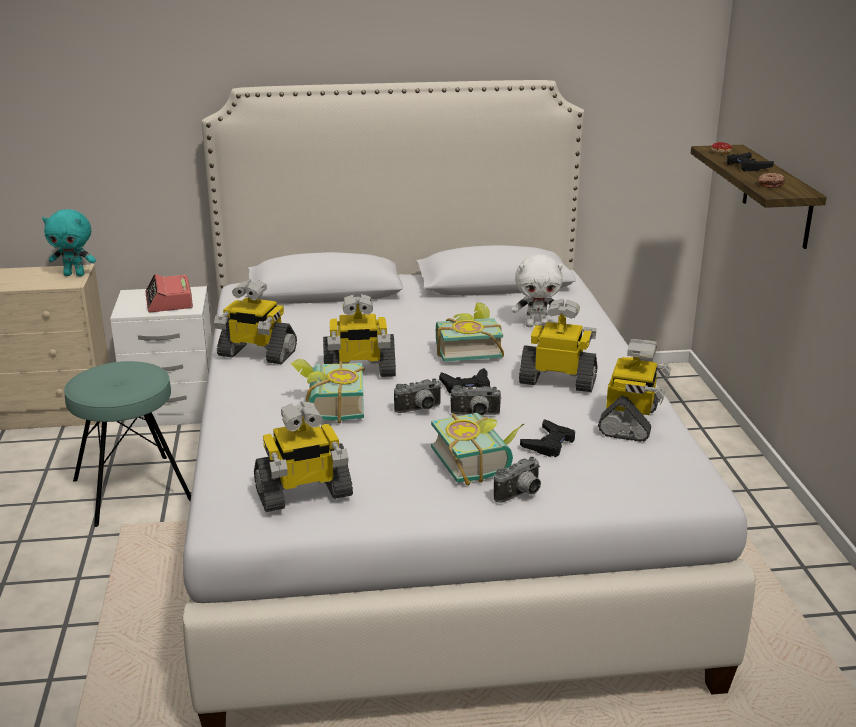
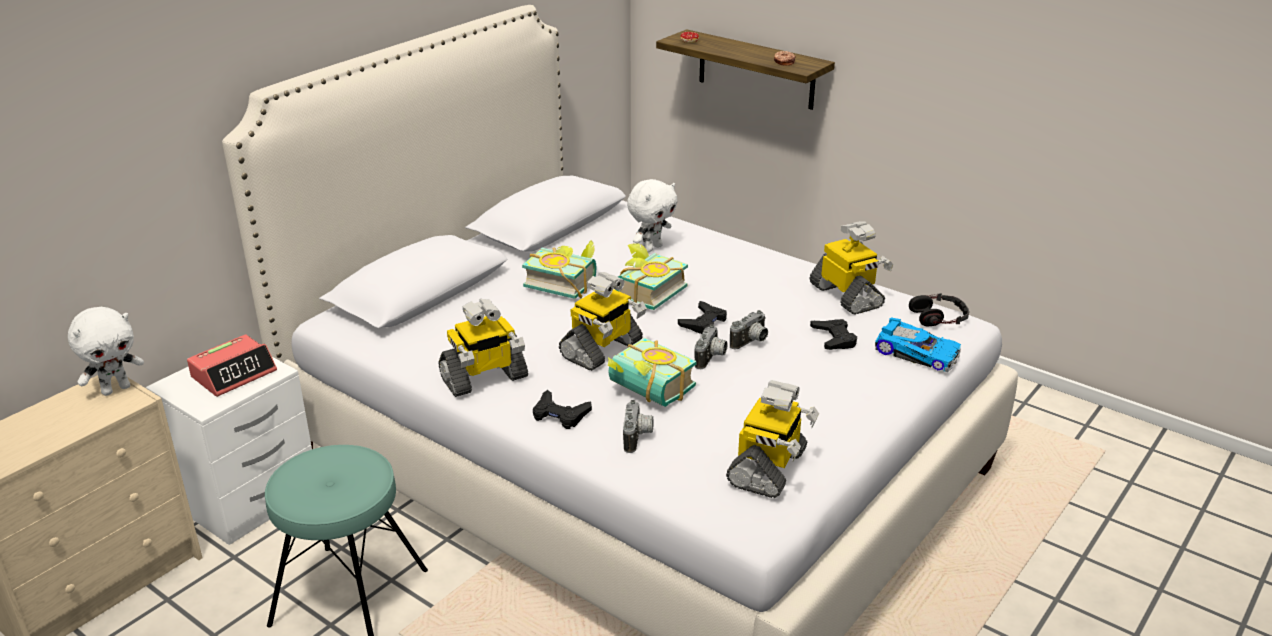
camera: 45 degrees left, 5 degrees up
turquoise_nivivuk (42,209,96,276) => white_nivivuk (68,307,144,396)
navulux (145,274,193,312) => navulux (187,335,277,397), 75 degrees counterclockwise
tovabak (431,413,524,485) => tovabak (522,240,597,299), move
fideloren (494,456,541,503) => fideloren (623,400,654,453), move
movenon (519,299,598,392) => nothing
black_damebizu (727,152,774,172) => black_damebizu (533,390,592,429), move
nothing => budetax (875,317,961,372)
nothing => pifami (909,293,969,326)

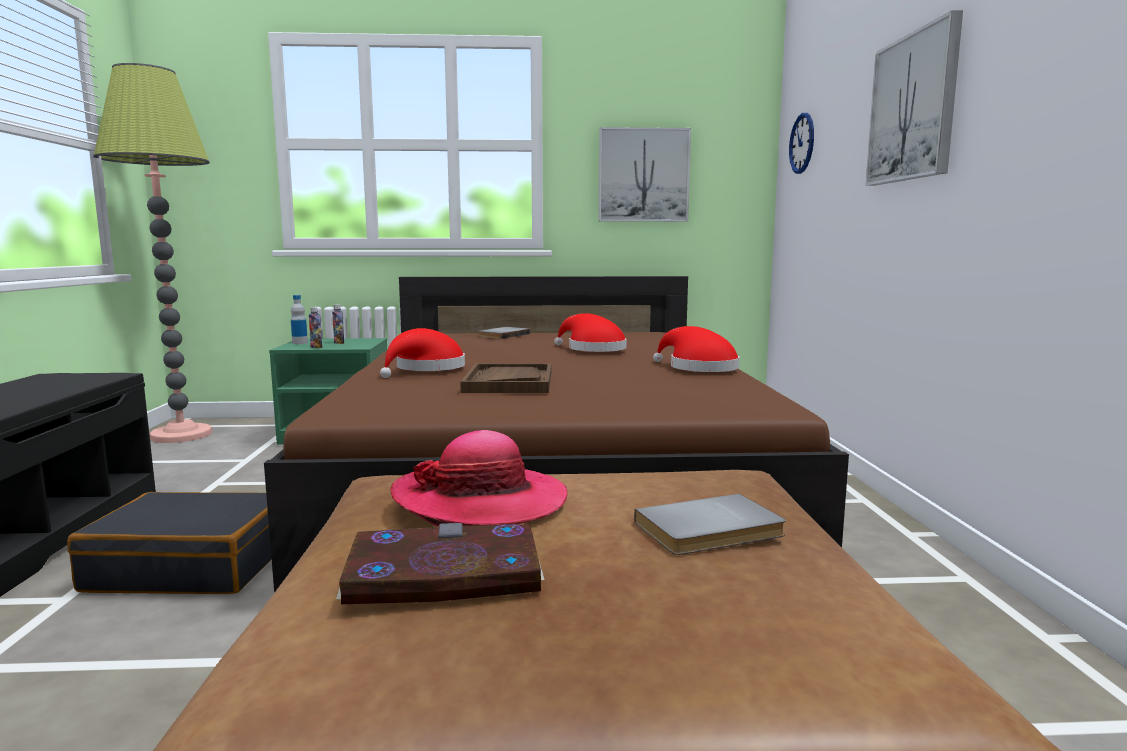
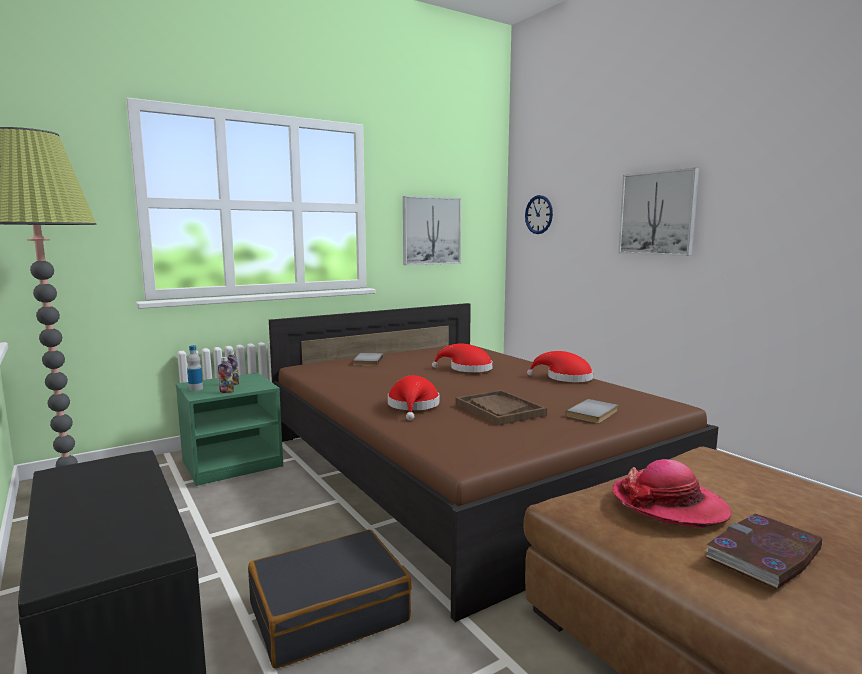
camera: 30 degrees left, 0 degrees up
grey_tovabak (634,494,786,555) => grey_tovabak (565,399,618,423), move

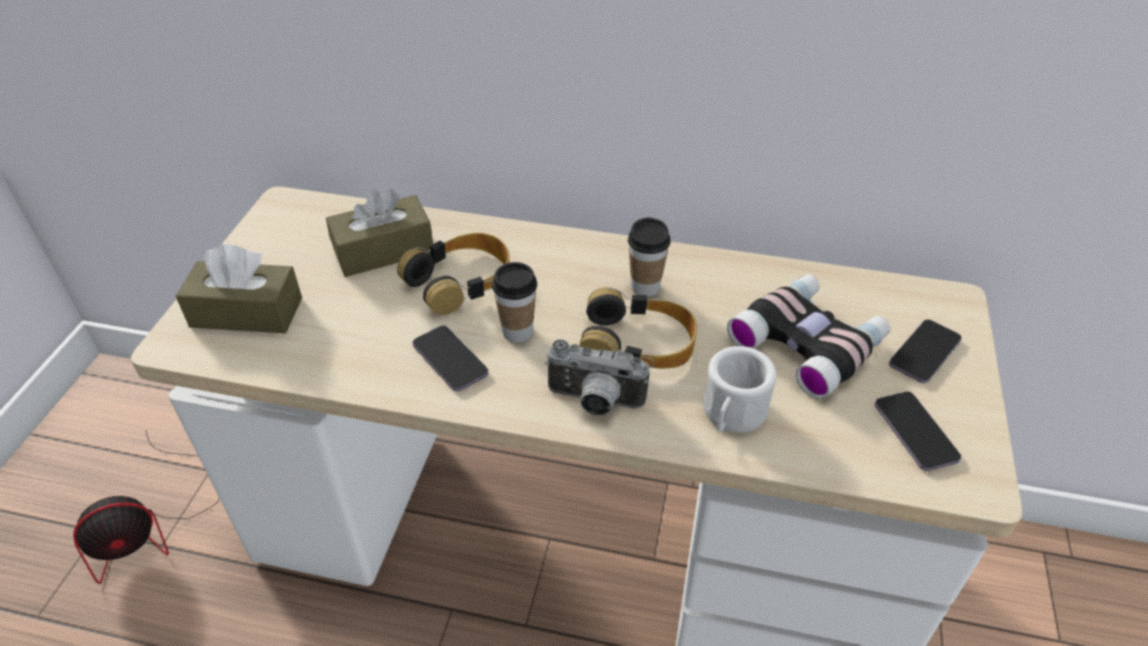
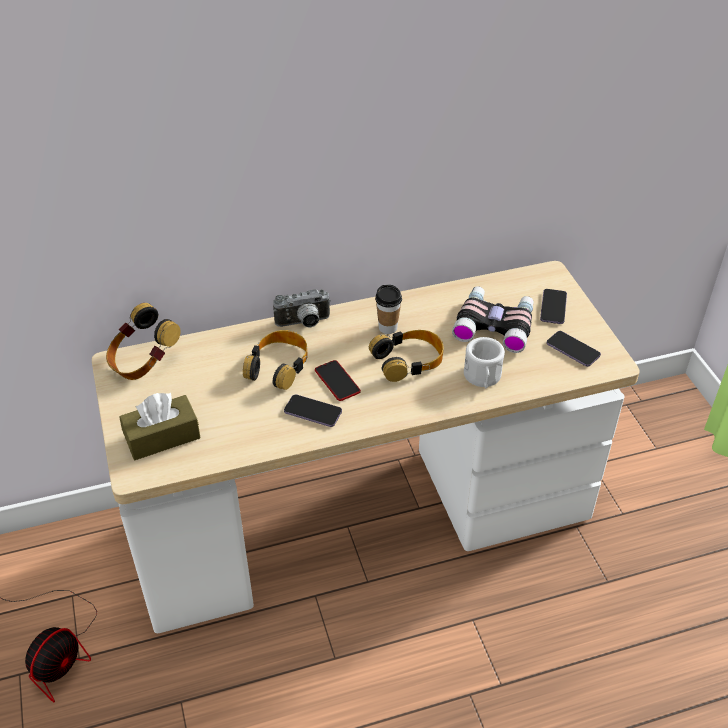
camera: 30 degrees left, 0 degrees up
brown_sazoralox (326,188,433,277) => nothing
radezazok (492,262,537,343) => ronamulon (315,360,361,401)
fideloren (545,340,650,416) => fideloren (273,289,331,327), move
nothing => pifami (106,303,181,380)

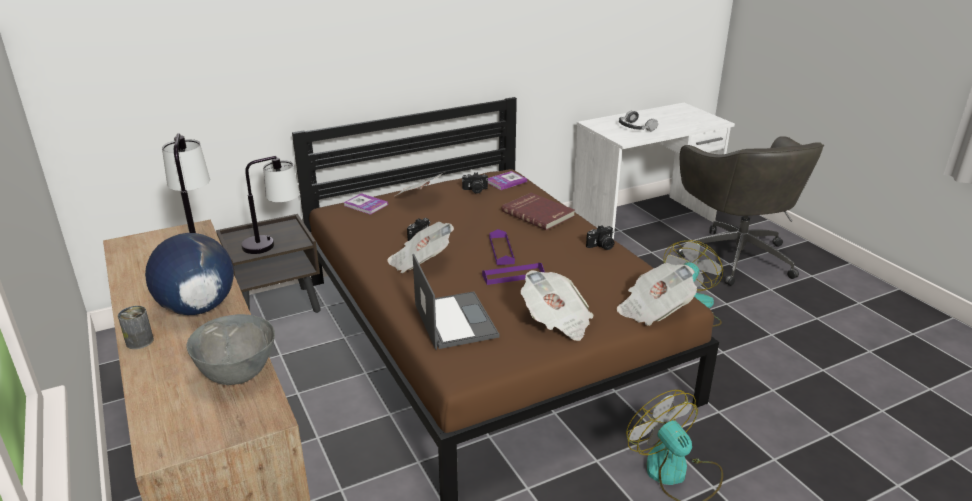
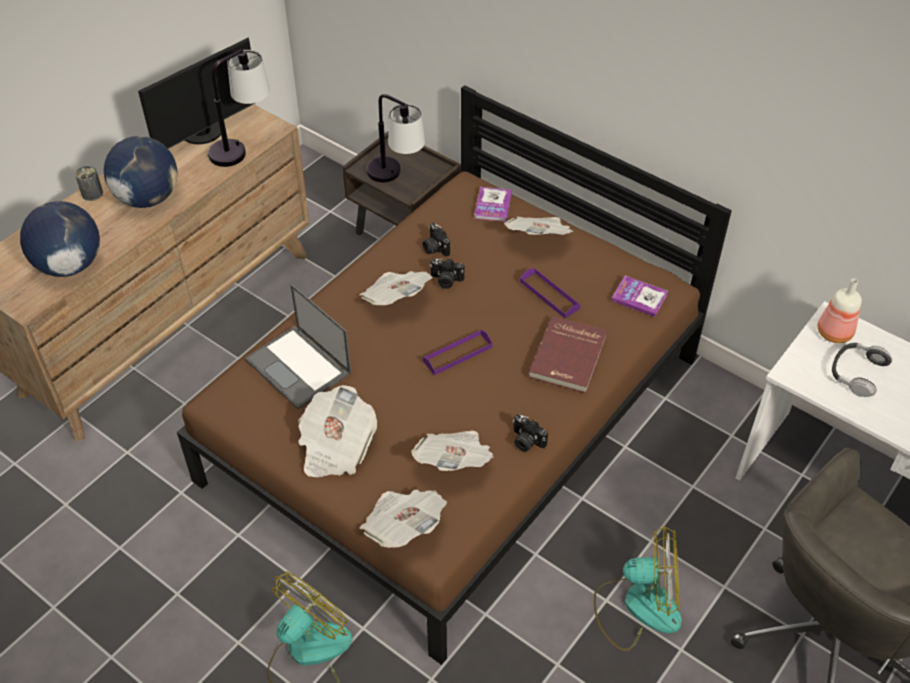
camera: 65 degrees right, 20 degrees up
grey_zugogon (186,314,275,385) => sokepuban (20,201,100,277)
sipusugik (413,254,499,350) => sipusugik (245,284,351,409), 90 degrees clockwise
fideloren (462,172,488,194) => fideloren (423,223,450,257), move
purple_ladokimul (482,262,545,285) => purple_ladokimul (520,268,580,318), move
nothing => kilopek (138,37,255,149)
nothing => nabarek (411,431,494,471)
nothing => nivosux (818,279,862,343)

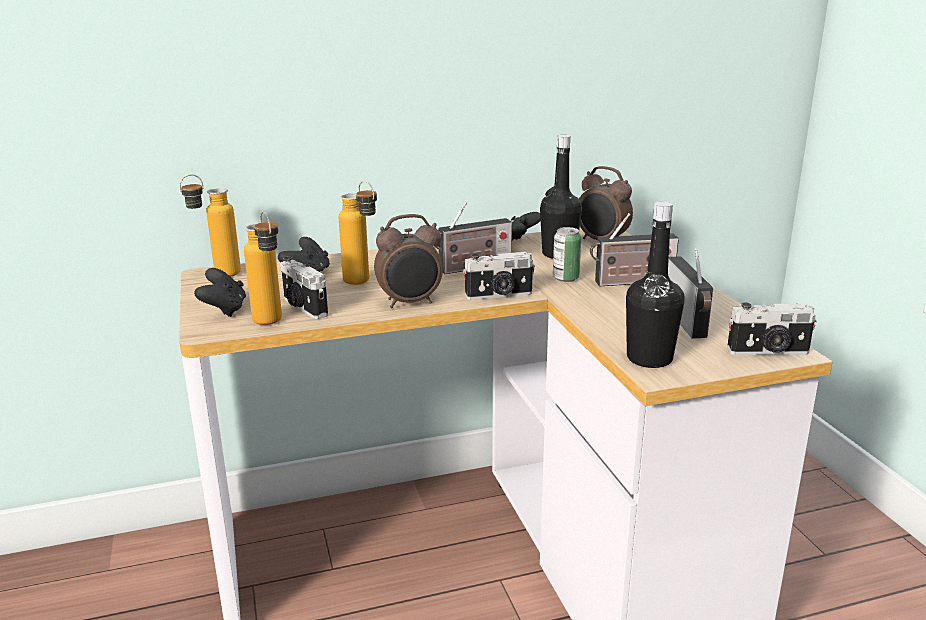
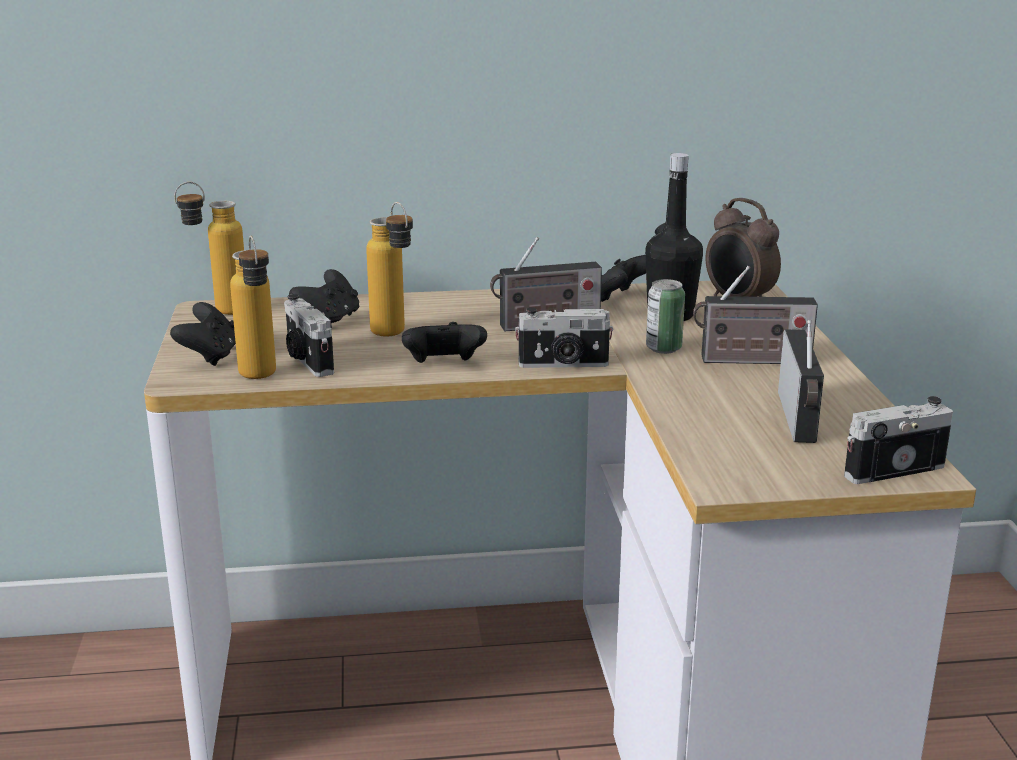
camera: 10 degrees right, 0 degrees up
navulux (374,214,443,308) => black_damebizu (402,322,487,363)
black_nivosux (626,202,685,368) => nothing
fideloren (727,302,817,355) => fideloren (844,396,953,484), 150 degrees clockwise

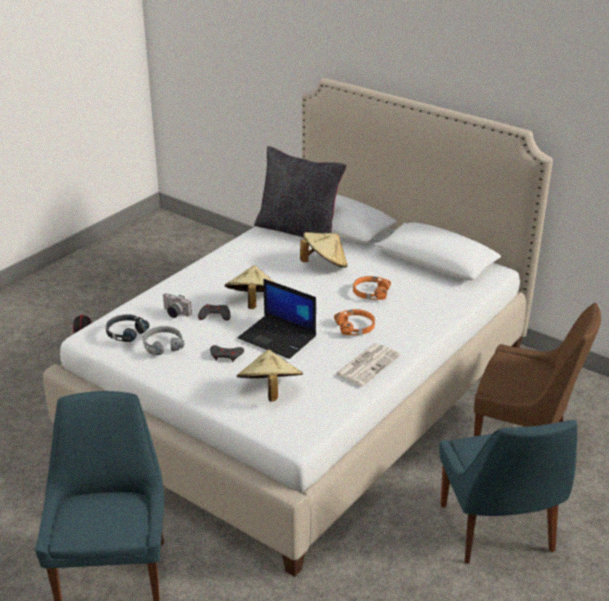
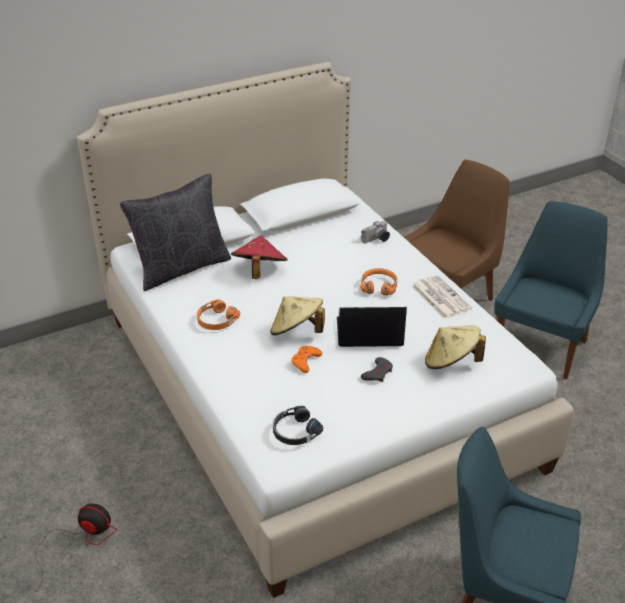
camera: 65 degrees left, 5 degrees up
grey_pifami (143,326,184,355) => nothing
fideloren (162,293,192,318) => fideloren (361,221,390,244), move
grey_damebizu (198,304,231,321) => orange_damebizu (291,346,322,373)
sipusugik (238,279,316,359) => sipusugik (337,307,407,347), 150 degrees counterclockwise
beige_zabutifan (300,232,348,268) => red_zabutifan (231,235,288,279)
orange_pifami (353,276,391,300) => orange_pifami (197,299,240,330), move
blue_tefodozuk (439,420,577,564) => blue_tefodozuk (495,201,608,379), 75 degrees counterclockwise

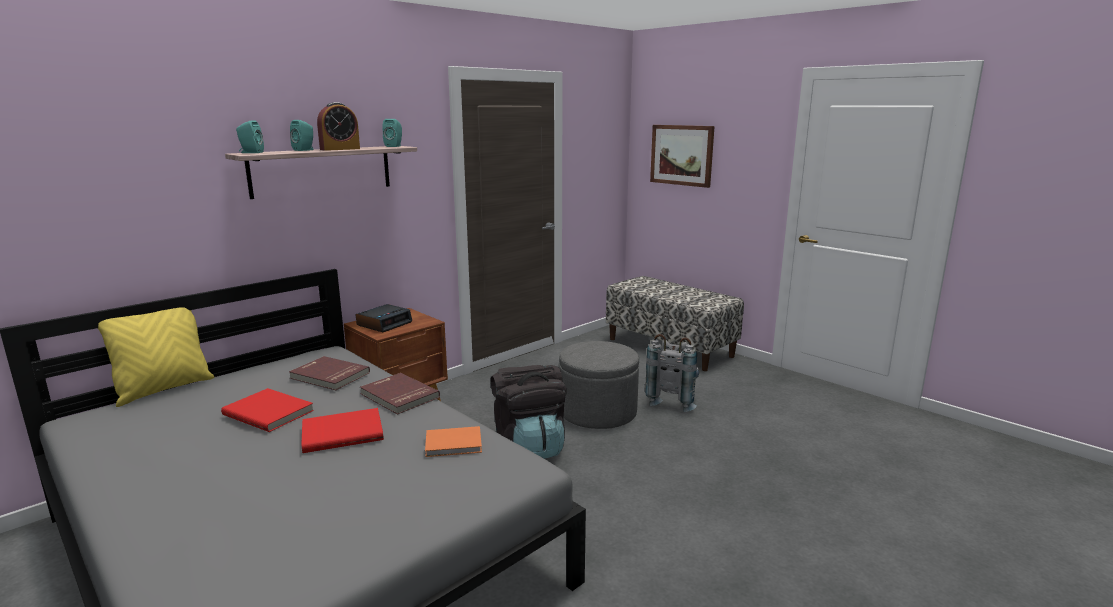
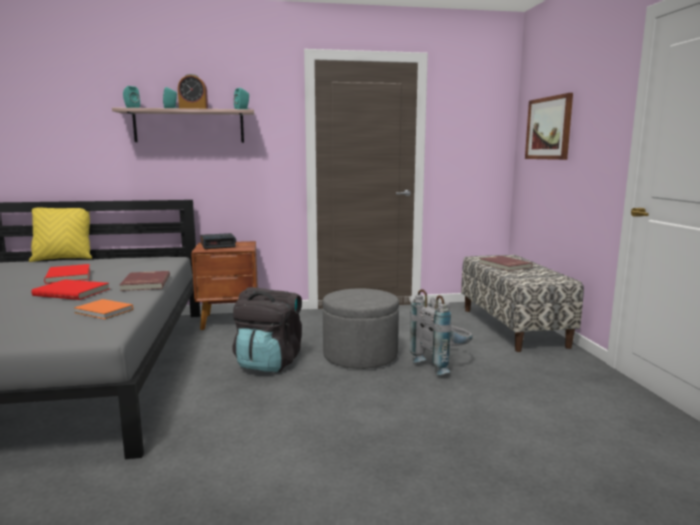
camera: 35 degrees right, 5 degrees down
red_tovabak (289,356,370,390) => red_tovabak (479,256,533,271), move

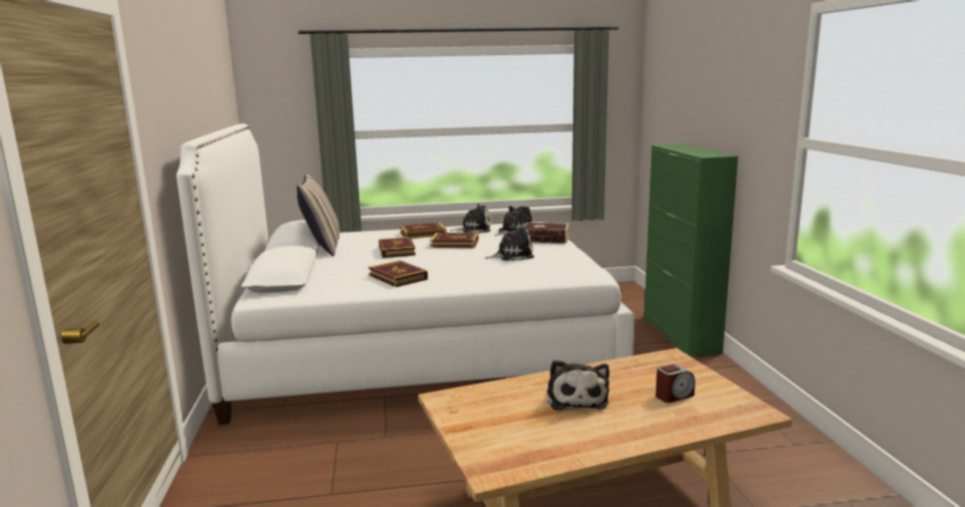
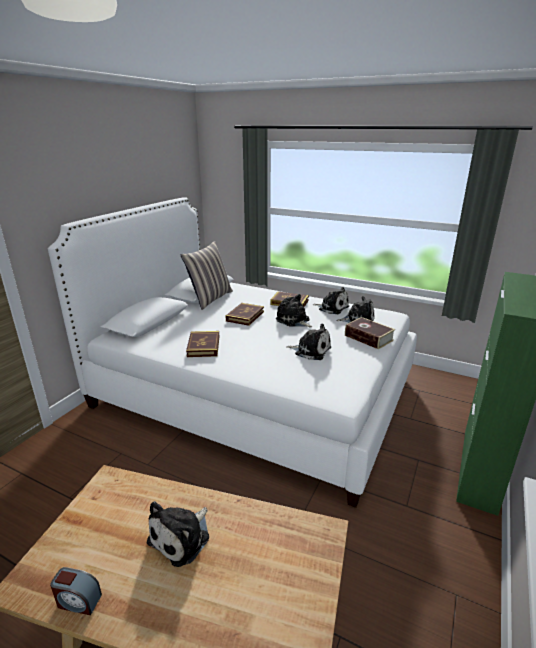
camera: 35 degrees right, 10 degrees up
tovabak (430,233,478,248) => nivivuk (276,294,312,327)
navulux (656,364,695,403) => navulux (50,567,102,615), move

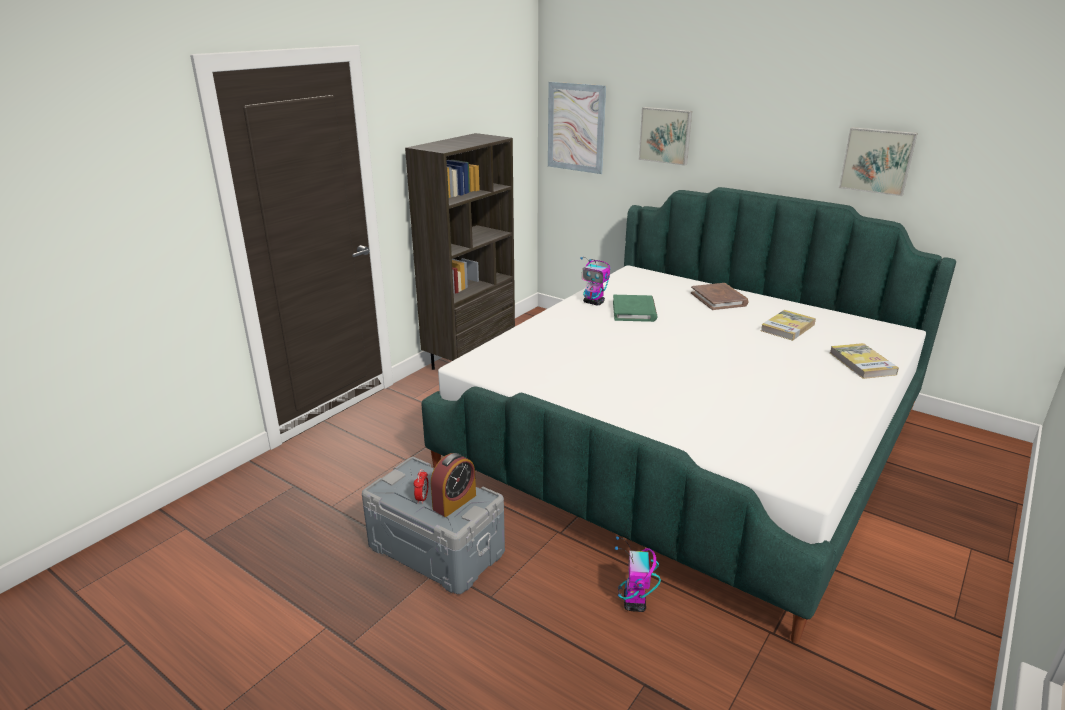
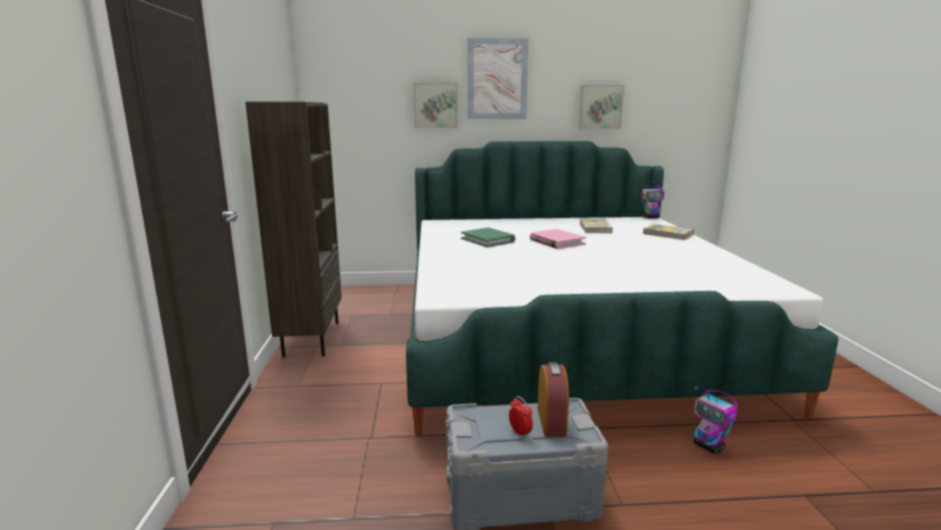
camera: 40 degrees left, 10 degrees down
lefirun (548,82,606,174) => lefirun (468,38,528,119), move
movenon (580,257,610,306) => movenon (642,181,664,218), move
brown_tovabak (691,283,749,310) => nothing
nothing => pink_tovabak (530,229,586,249)

